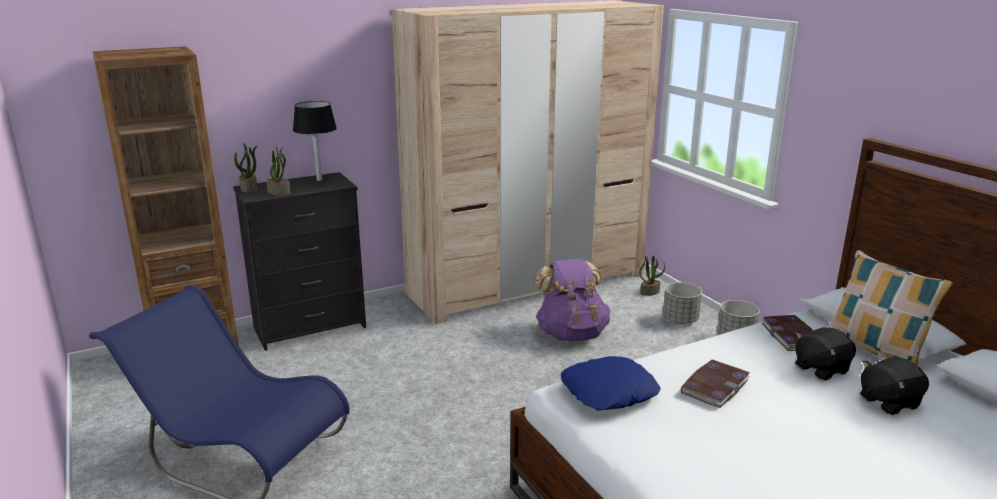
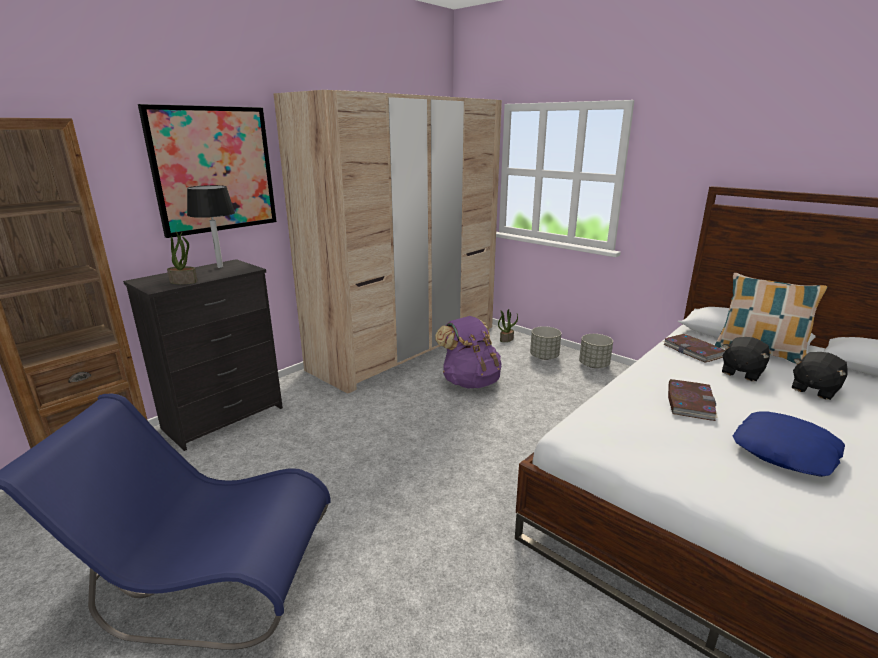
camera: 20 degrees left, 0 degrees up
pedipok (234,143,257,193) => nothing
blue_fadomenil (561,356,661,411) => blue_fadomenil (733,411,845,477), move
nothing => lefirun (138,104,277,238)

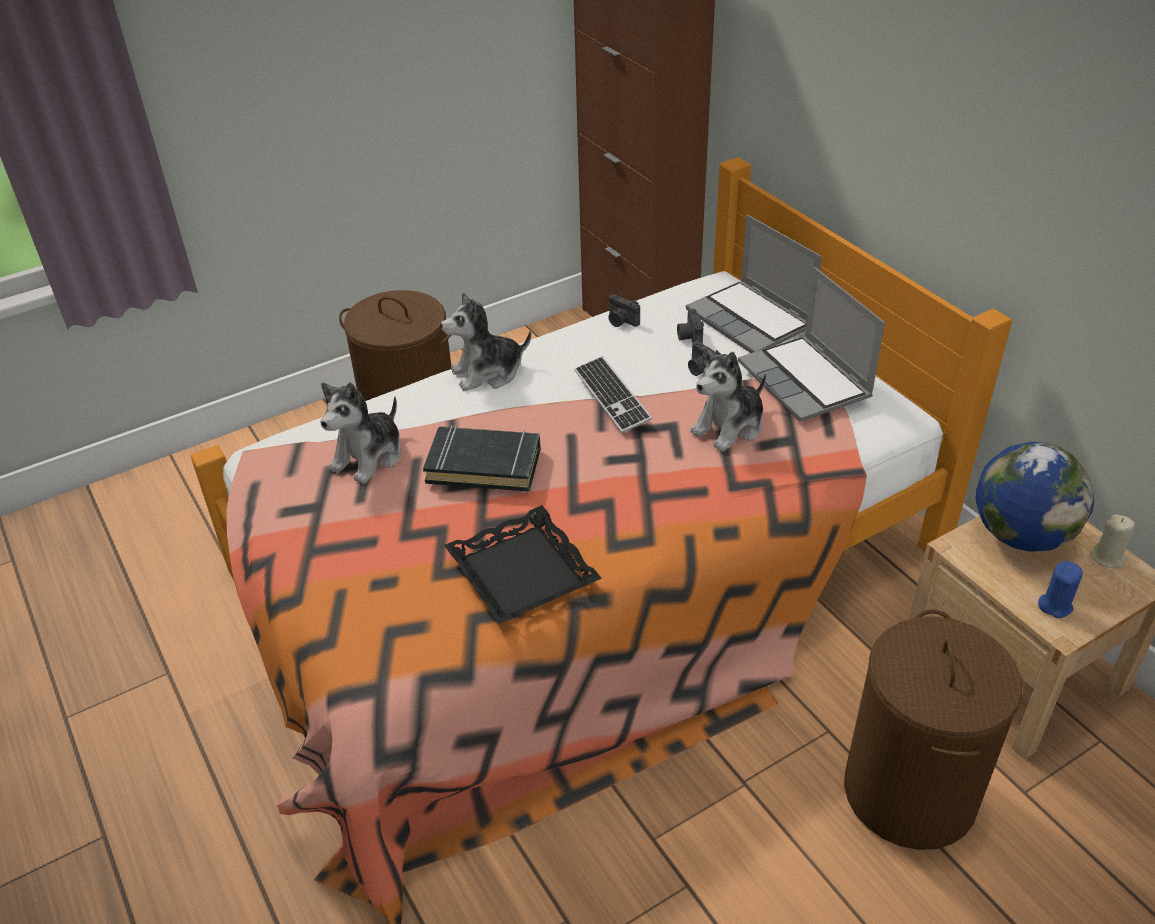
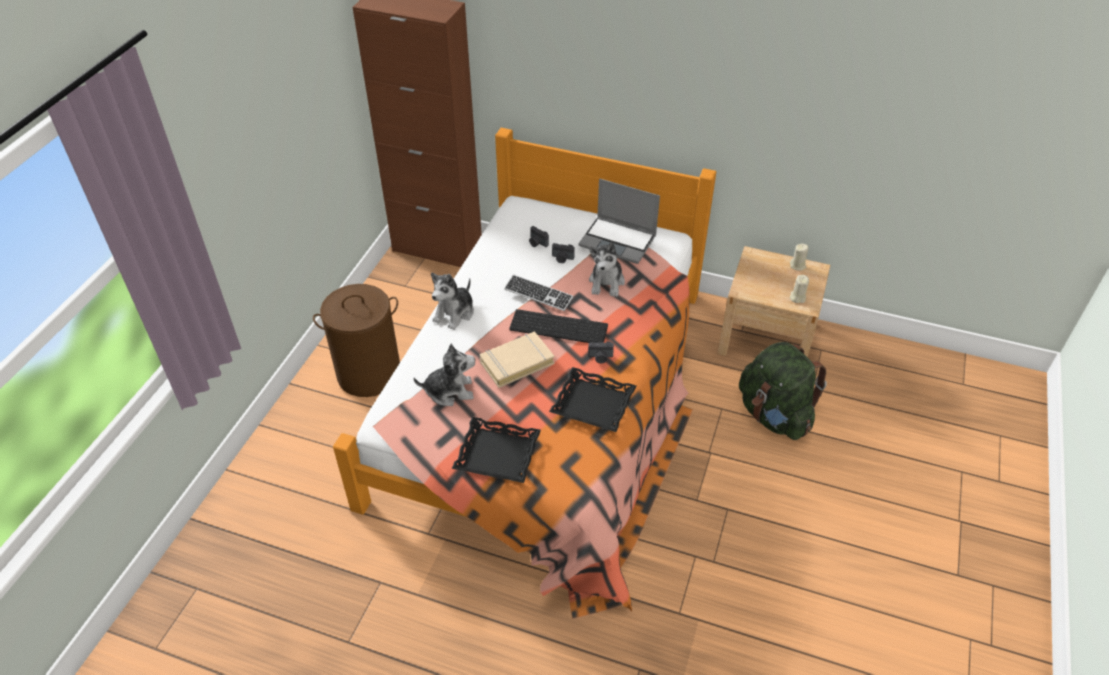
camera: 40 degrees left, 5 degrees up
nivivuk (320,382,401,484) => nivivuk (414,344,475,406), 90 degrees counterclockwise
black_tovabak (423,426,541,492) => beige_tovabak (480,332,554,388)
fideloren (609,294,640,327) => fideloren (588,341,614,363), move
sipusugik (686,215,822,353) => nothing
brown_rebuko (844,609,1023,850) => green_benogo (739,342,827,440)
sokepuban (975,442,1094,552) => nothing
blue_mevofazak (1038,561,1083,618) => beige_mevofazak (790,275,809,303)
nothing => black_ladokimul (452,417,541,483)
nothing => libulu (509,309,608,343)

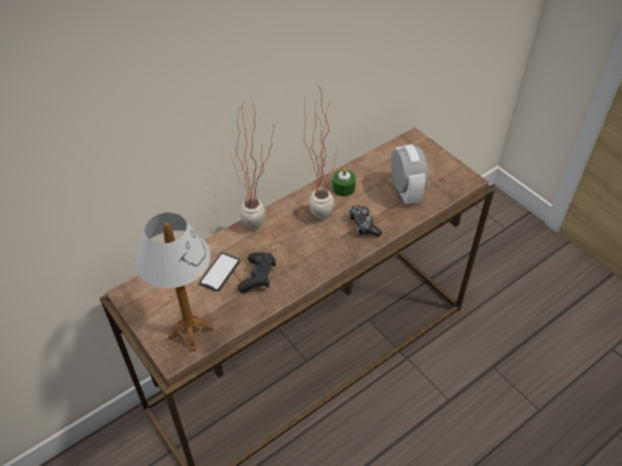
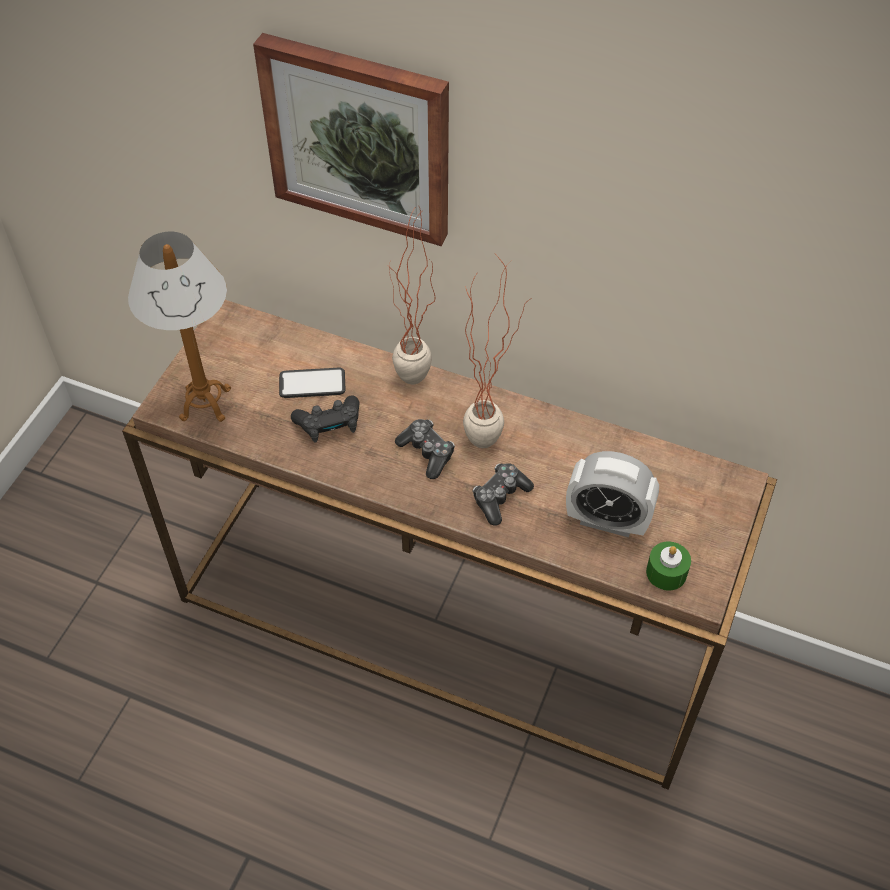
camera: 60 degrees right, 5 degrees up
green_mevofazak (332,168,356,196) => green_mevofazak (646,541,691,591), move
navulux (391,144,428,204) => navulux (566,451,659,537), 60 degrees clockwise
nothing => lefirun (253,33,449,246)
nothing => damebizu (395,419,455,479)

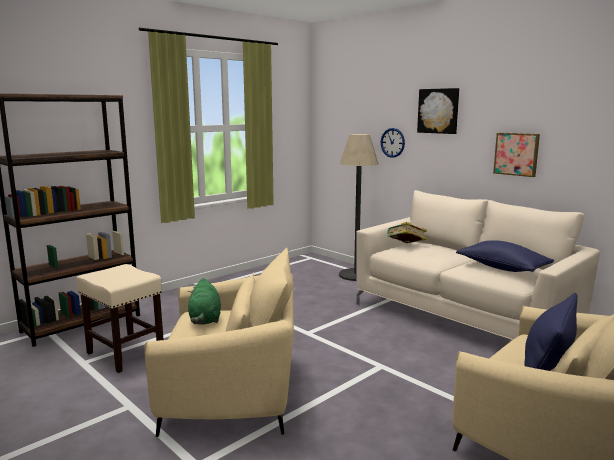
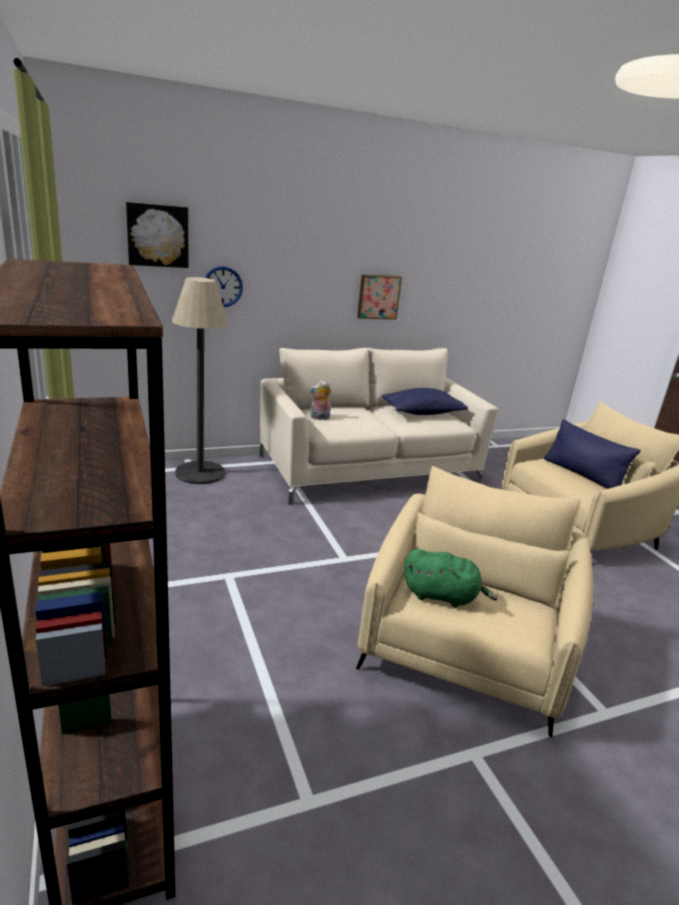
camera: 70 degrees left, 10 degrees up
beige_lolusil (76,264,164,373) => nothing
tovabak (387,222,427,243) => nivivuk (309,381,331,420)
lefirun (417,88,459,134) => lefirun (126,202,189,268), move

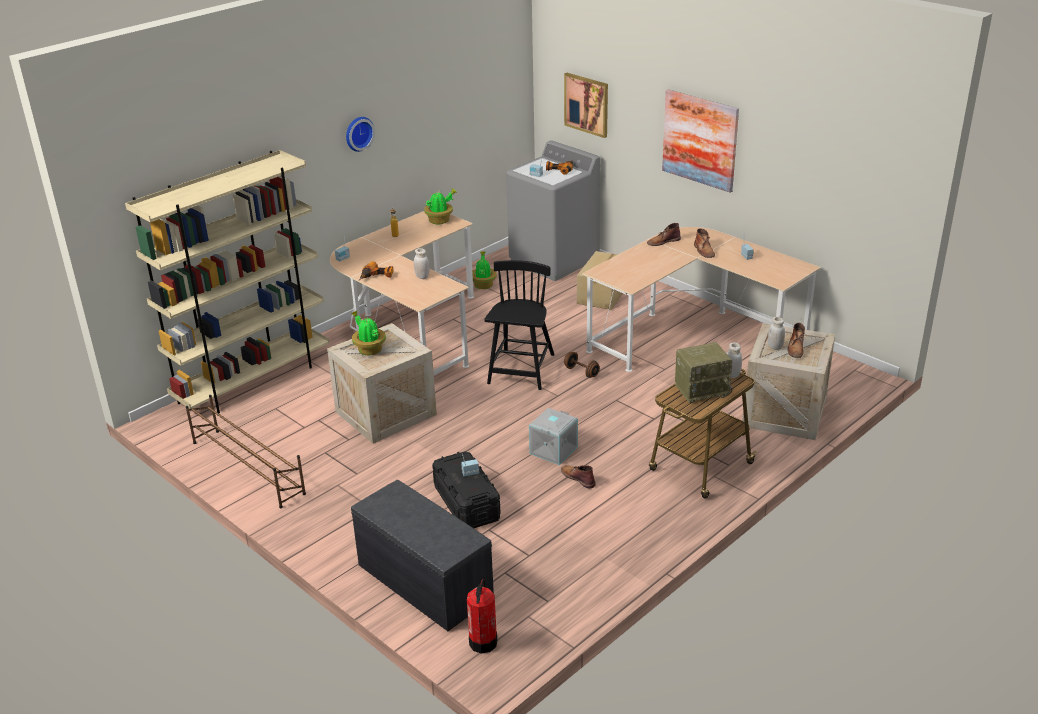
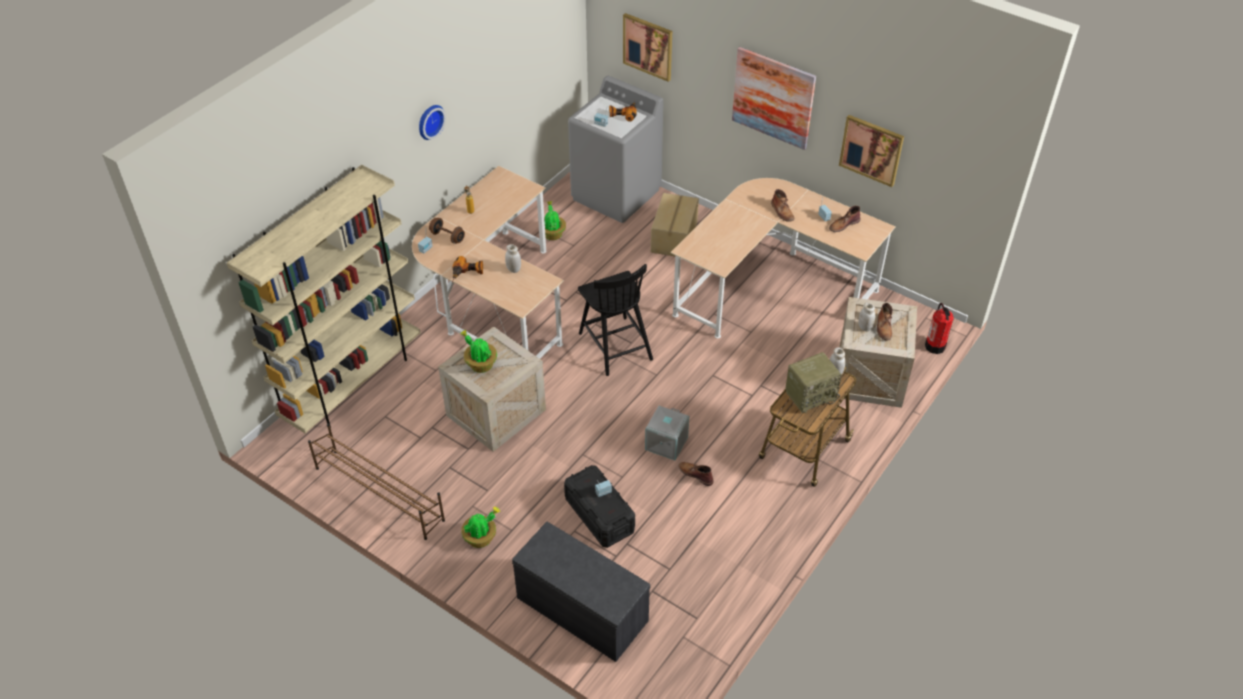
camera: 10 degrees left, 15 degrees up
pedipok (424,189,456,224) => pedipok (461,506,500,548), move
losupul (467,579,497,654) => losupul (925,303,954,354), move
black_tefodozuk (484,260,555,390) => black_tefodozuk (578,264,653,376), 150 degrees clockwise
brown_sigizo (564,352,600,378) => brown_sigizo (429,218,465,244), move
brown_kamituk (647,223,681,246) => brown_kamituk (829,206,861,232), move
nothing => lefirun (839,115,904,187)

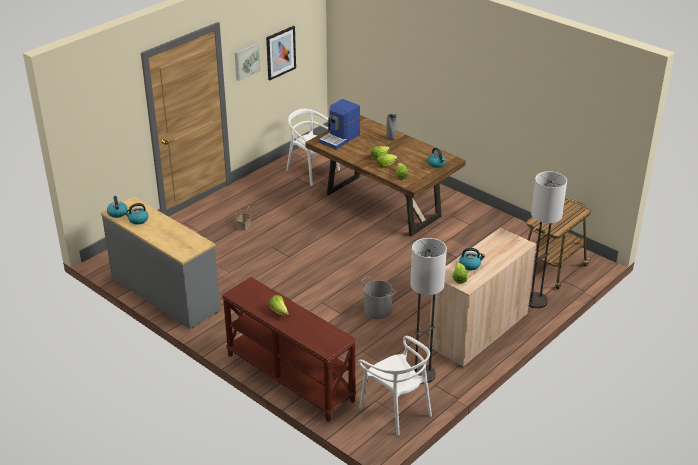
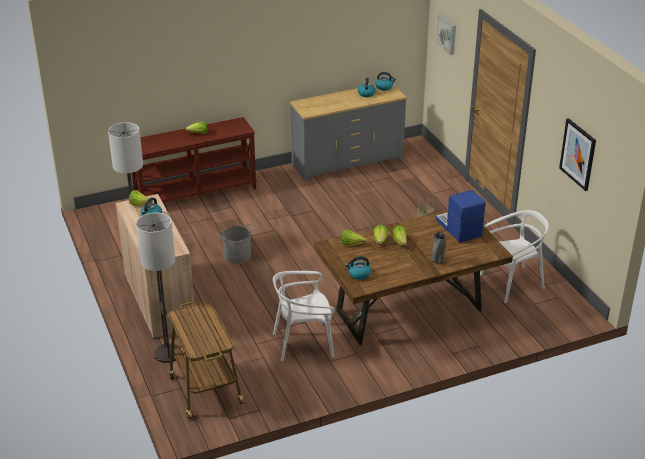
camera: 115 degrees right, 0 degrees up
lefirun (235,43,261,81) => lefirun (436,15,456,55), move
white_tefodozuk (358,336,432,436) => white_tefodozuk (273,271,335,361), move

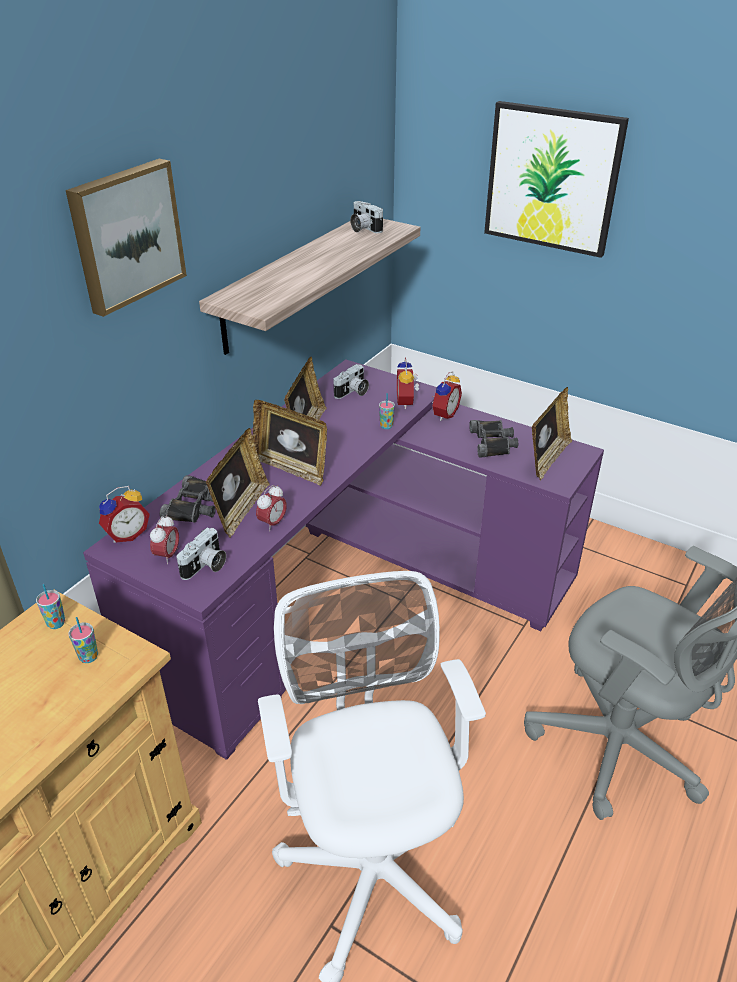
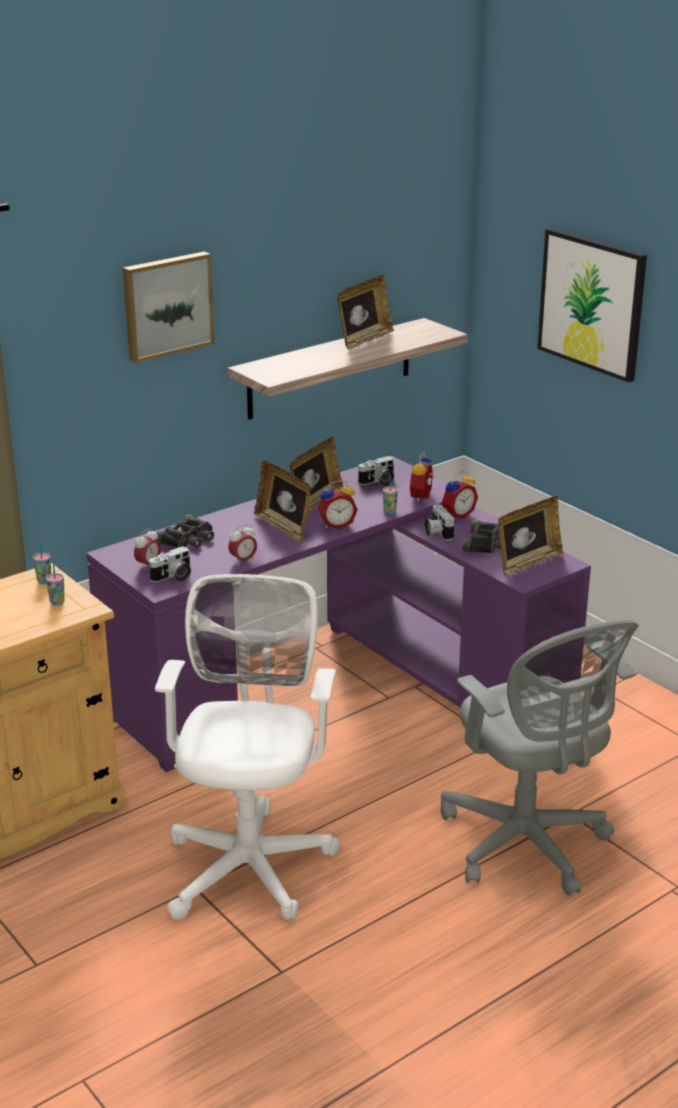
camera: 20 degrees right, 10 degrees down
navulux (99,486,150,543) => navulux (318,480,358,529), move
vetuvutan (206,428,270,538) => vetuvutan (337,275,394,349), move
fideloren (350,201,383,233) => fideloren (424,505,455,541), move

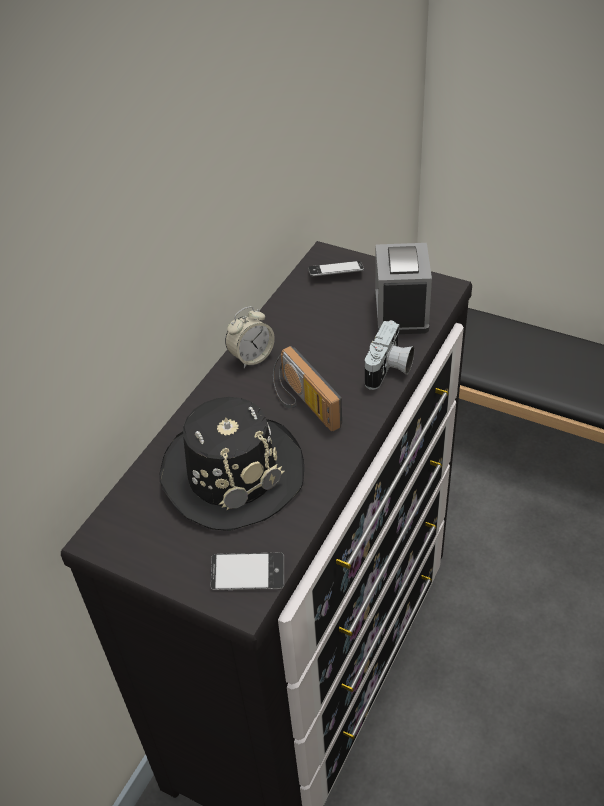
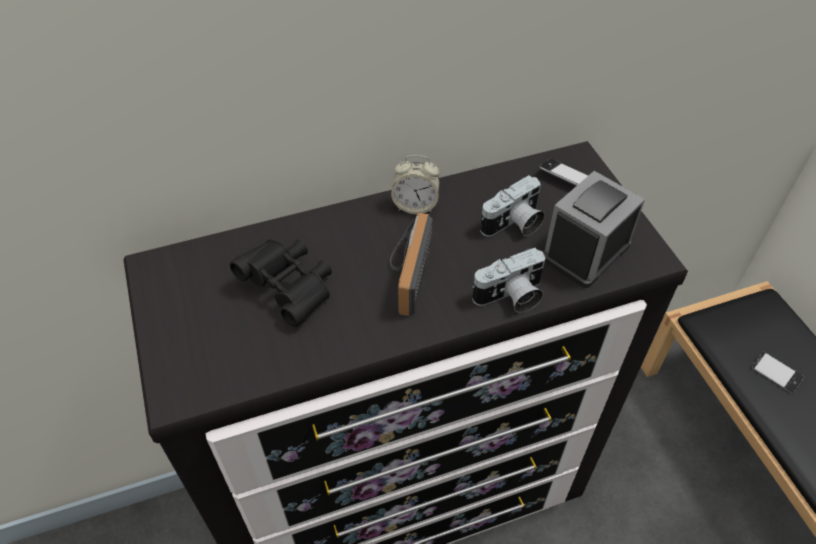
camera: 40 degrees right, 5 degrees up
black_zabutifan (160,397,304,531) => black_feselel (230,239,332,327)
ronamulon (211,552,284,590) => ronamulon (752,352,804,393), move
nothing => fideloren (480,175,545,237)

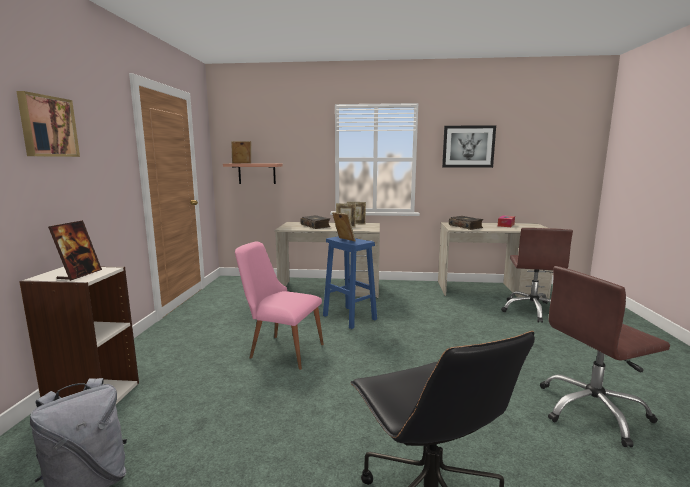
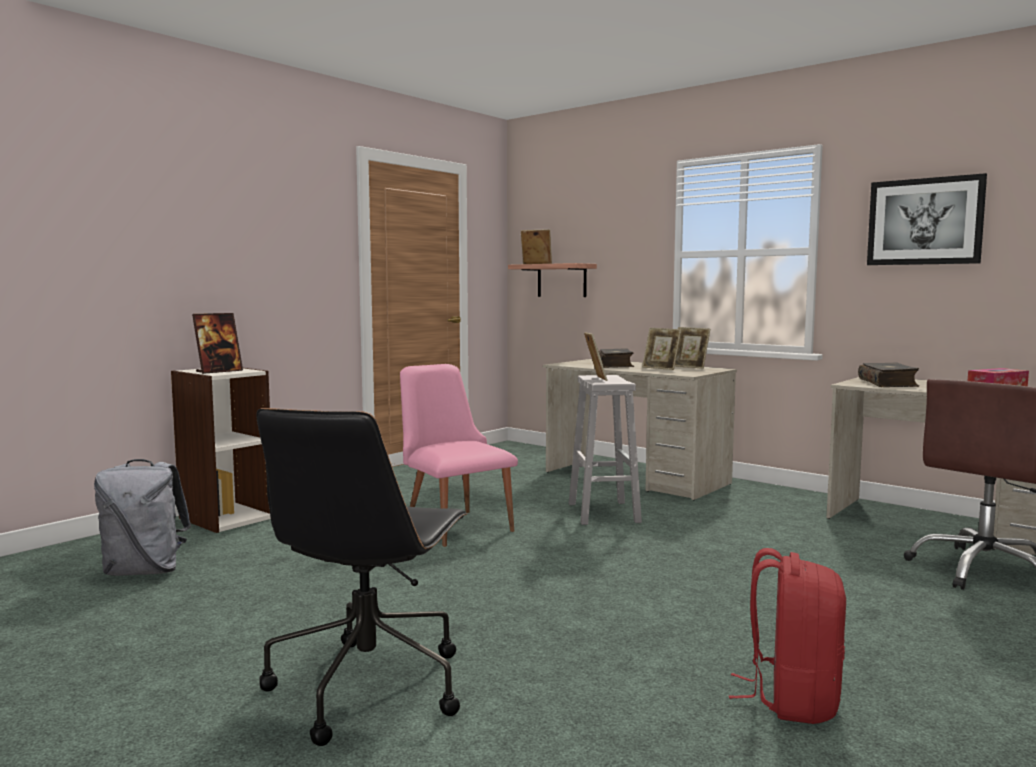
camera: 35 degrees right, 5 degrees down
lefirun (16,91,80,157) => nothing
blue_lolusil (323,236,377,329) => white_lolusil (569,375,642,525)
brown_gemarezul (540,266,670,447) => red_benogo (728,548,846,724)

